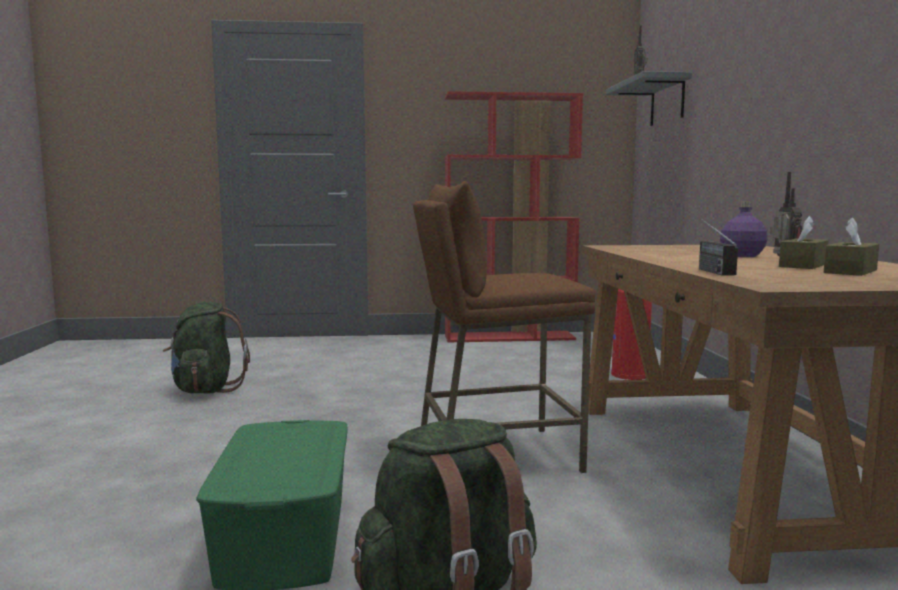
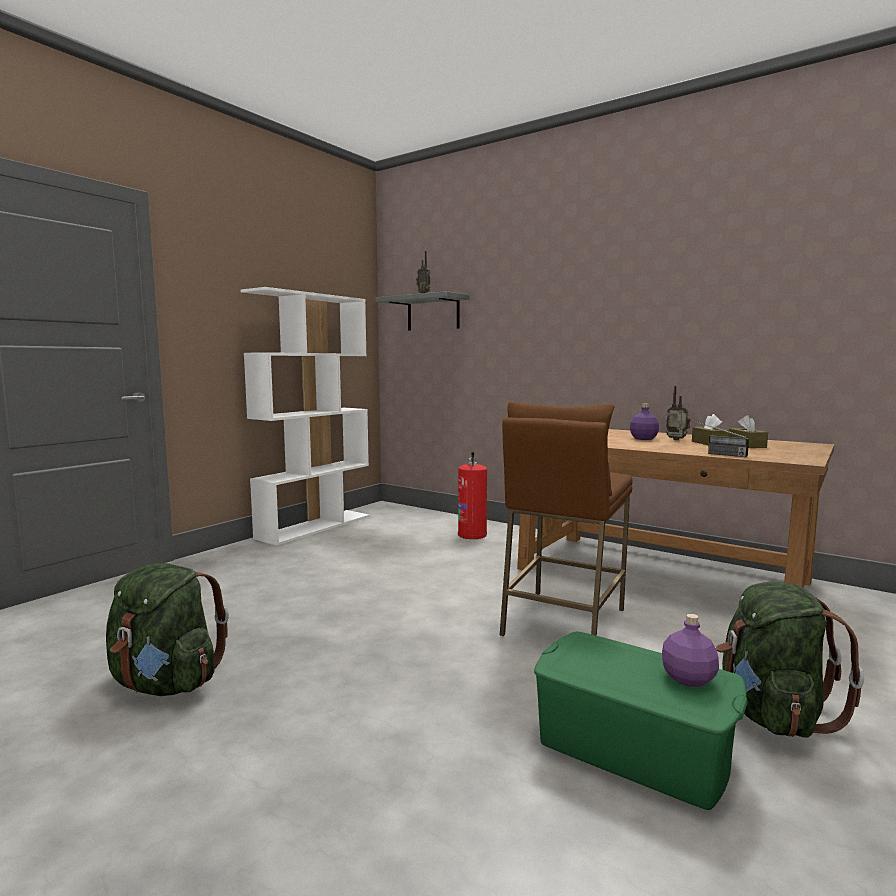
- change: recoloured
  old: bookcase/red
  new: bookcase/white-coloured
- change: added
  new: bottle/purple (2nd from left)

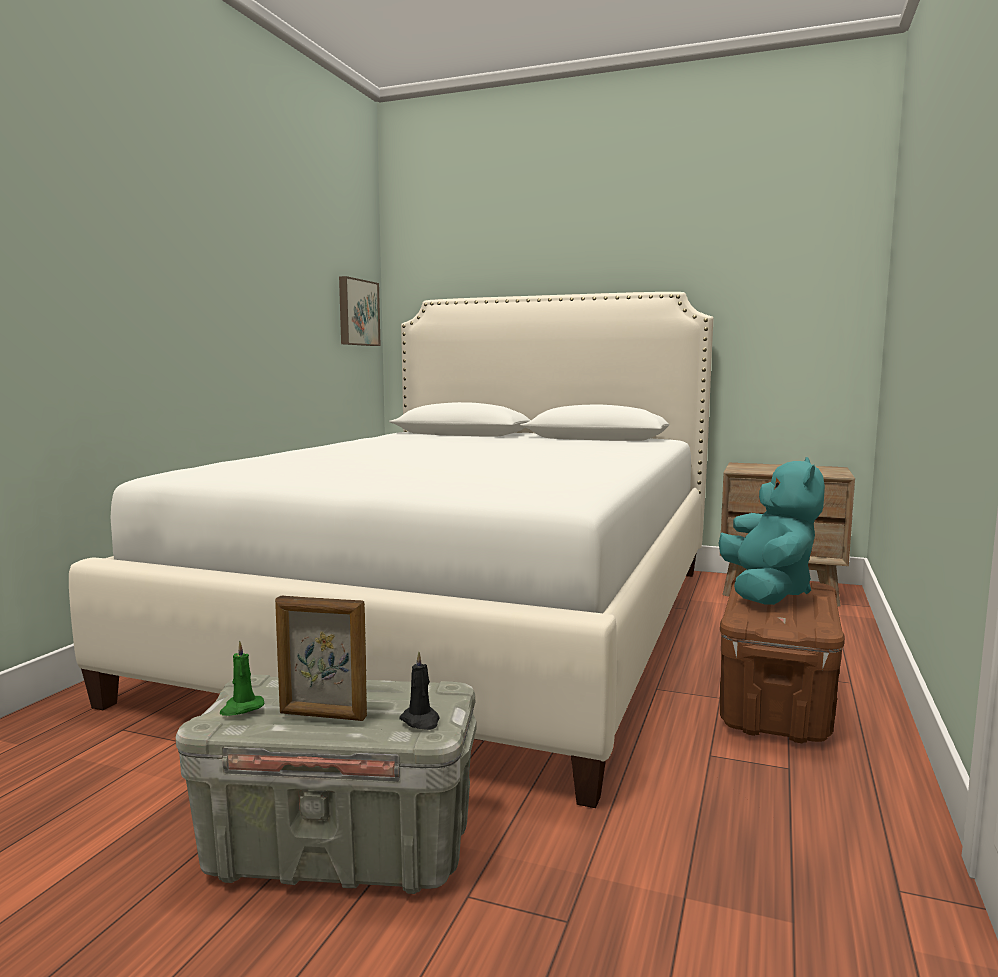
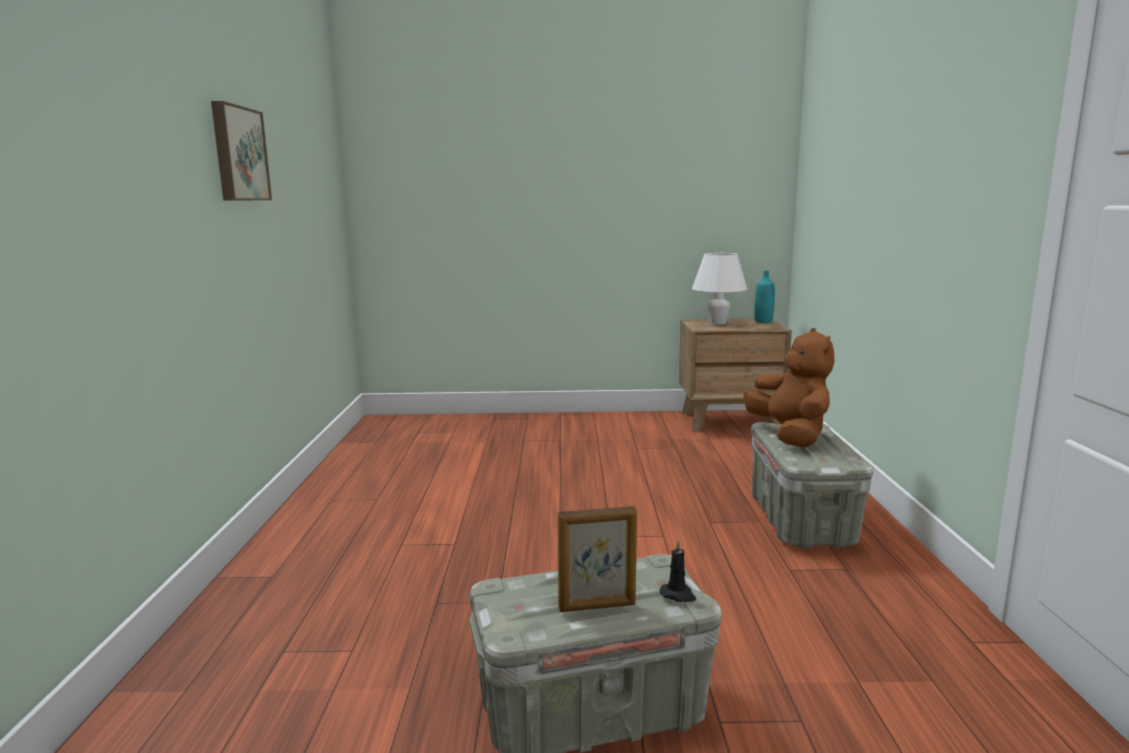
- change: removed
  old: sleeping bed/white-coloured
- change: removed
  old: candle/green
- change: moved
  old: picture
- change: recoloured
  old: plush toy/turquoise
  new: plush toy/brownish
- change: recoloured
  old: storage box/brownish
  new: storage box/greyish (2nd from left)
- change: added
  new: table lamp/white-coloured
- change: added
  new: bottle/turquoise

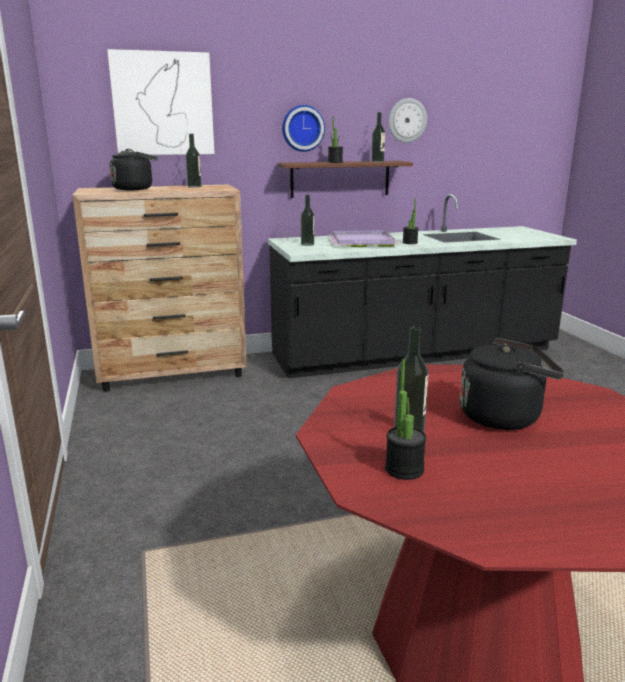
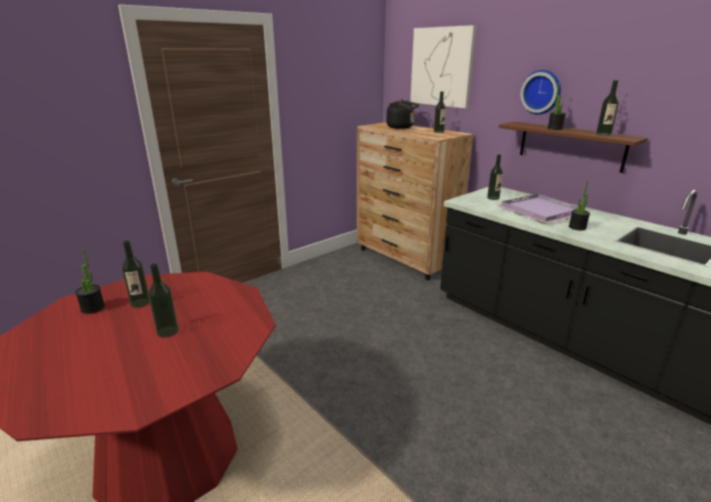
- change: removed
  old: wall clock (2nd from left)
- change: replaced
  old: kettle/blackish (2nd from left)
  new: bottle (2nd from left)

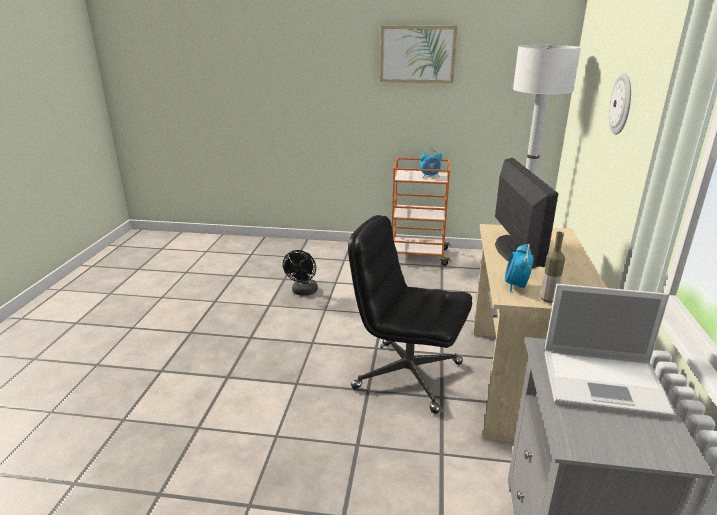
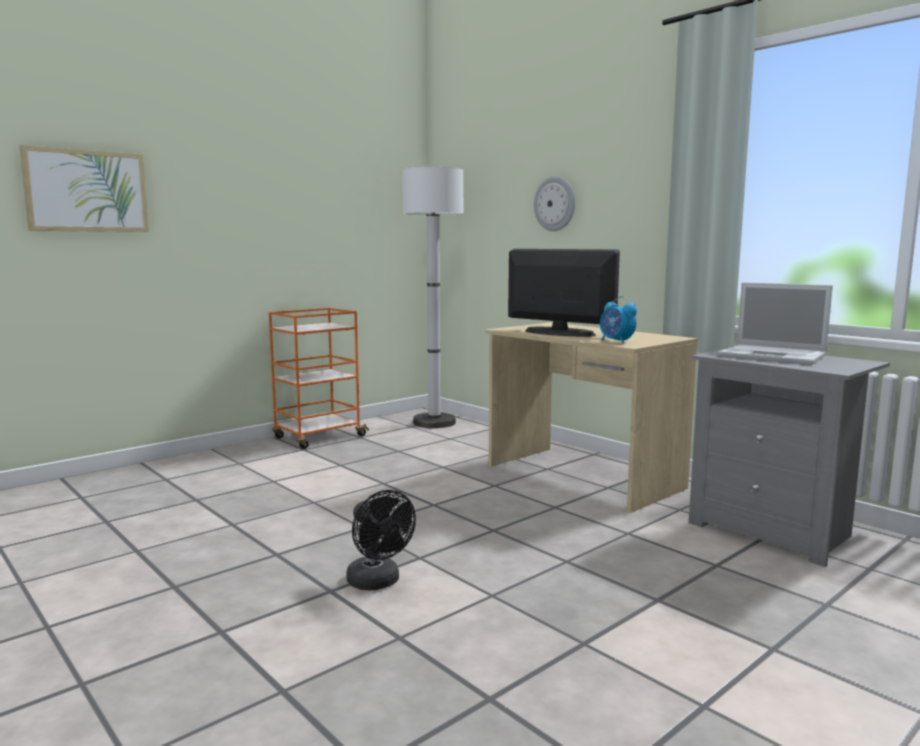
- change: moved
  old: electric fan/blackish
- change: removed
  old: office chair/blackish
- change: moved
  old: picture
- change: removed
  old: table clock (1st from left)
- change: removed
  old: bottle
- change: turned
  old: notebook computer
  degrees: 75

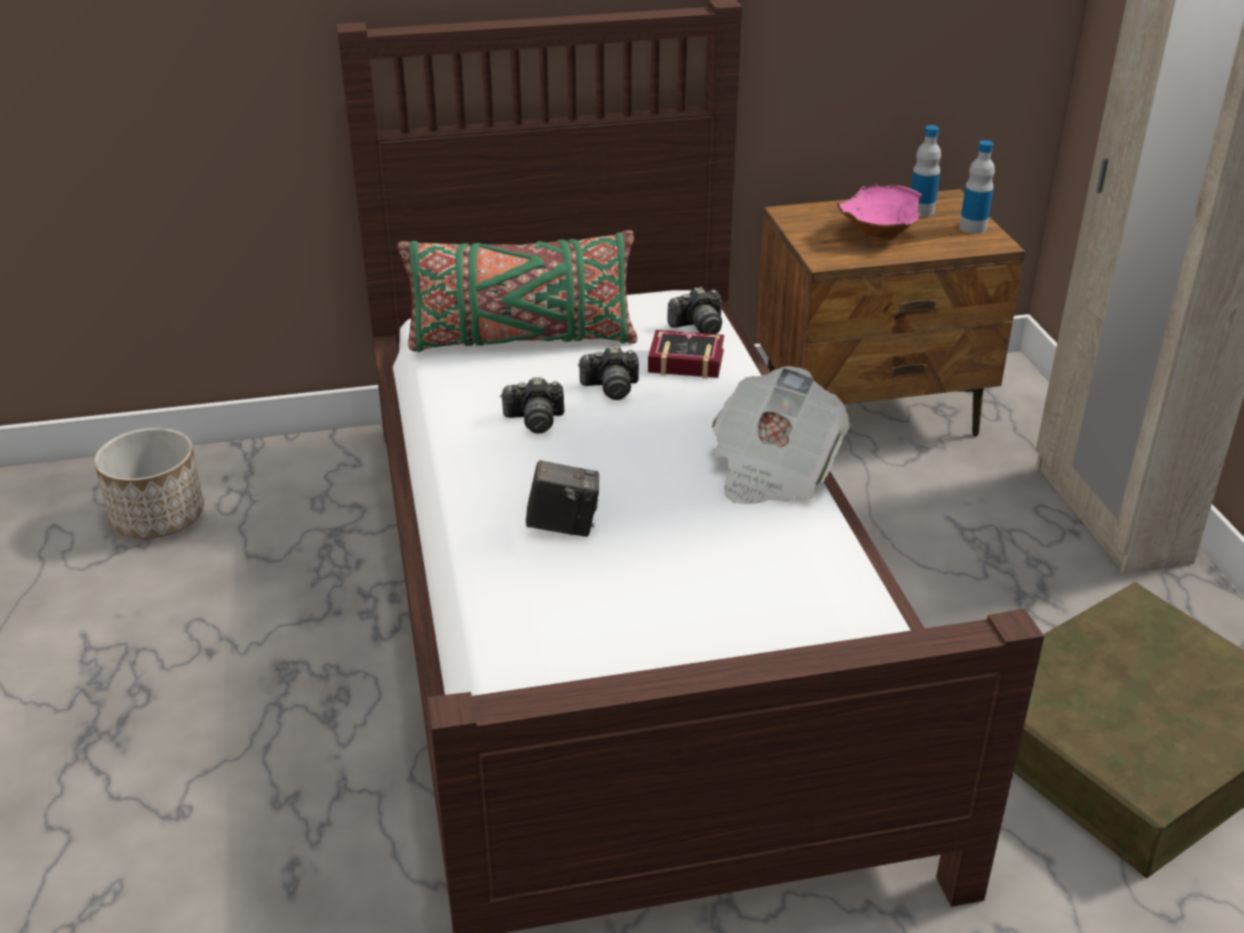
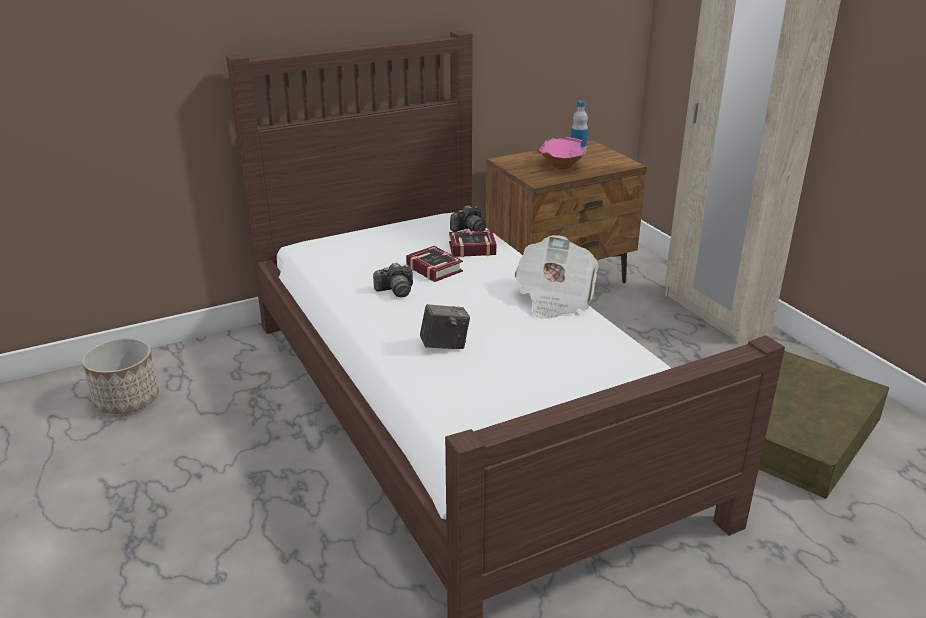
- change: removed
  old: throw pillow/green
- change: replaced
  old: photo camera (3rd from left)
  new: bound book (1st from left)
- change: removed
  old: bottle (2nd from left)

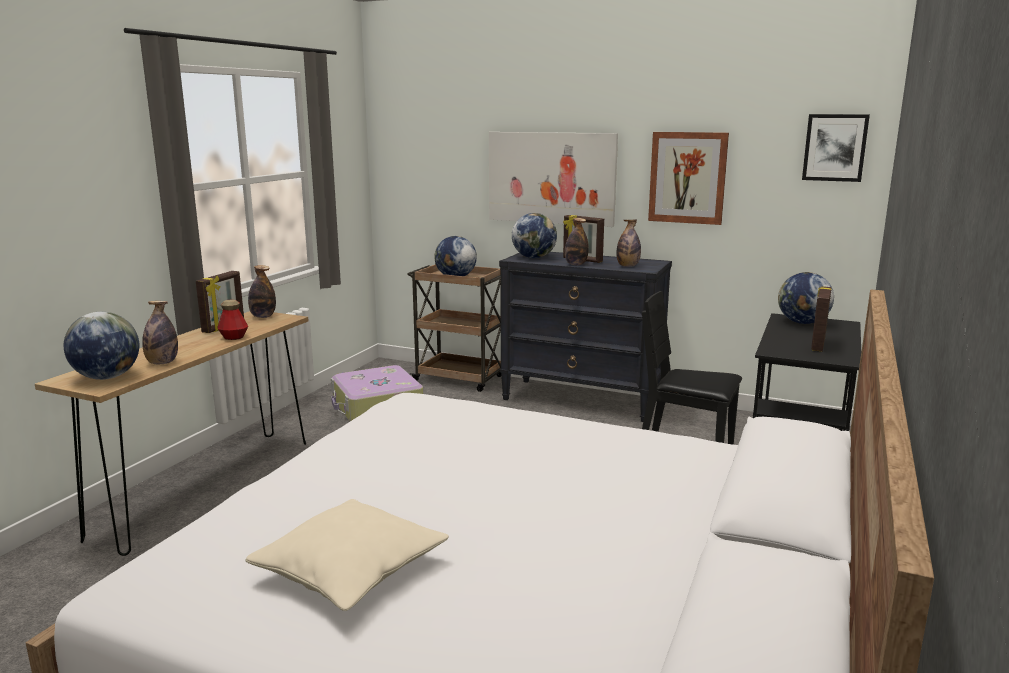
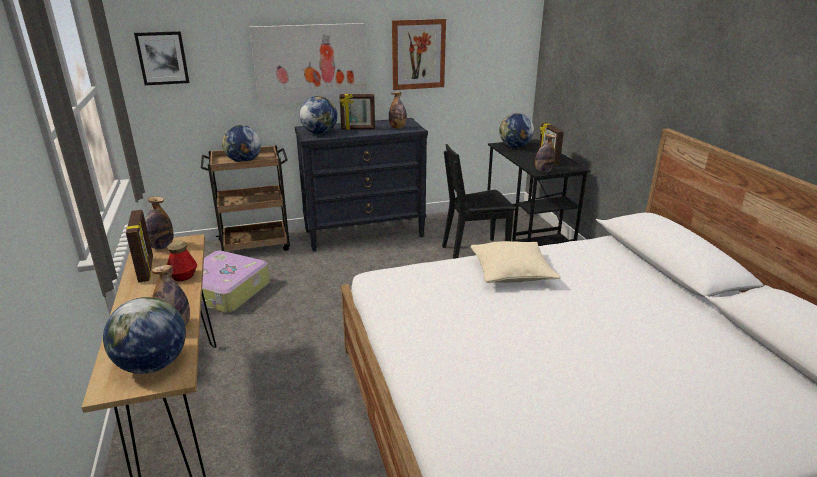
- change: moved
  old: throw pillow/beige-coloured
- change: moved
  old: bottle (4th from left in the first image)
  new: bottle (5th from left)
- change: moved
  old: picture (3rd from left in the first image)
  new: picture (1st from left)

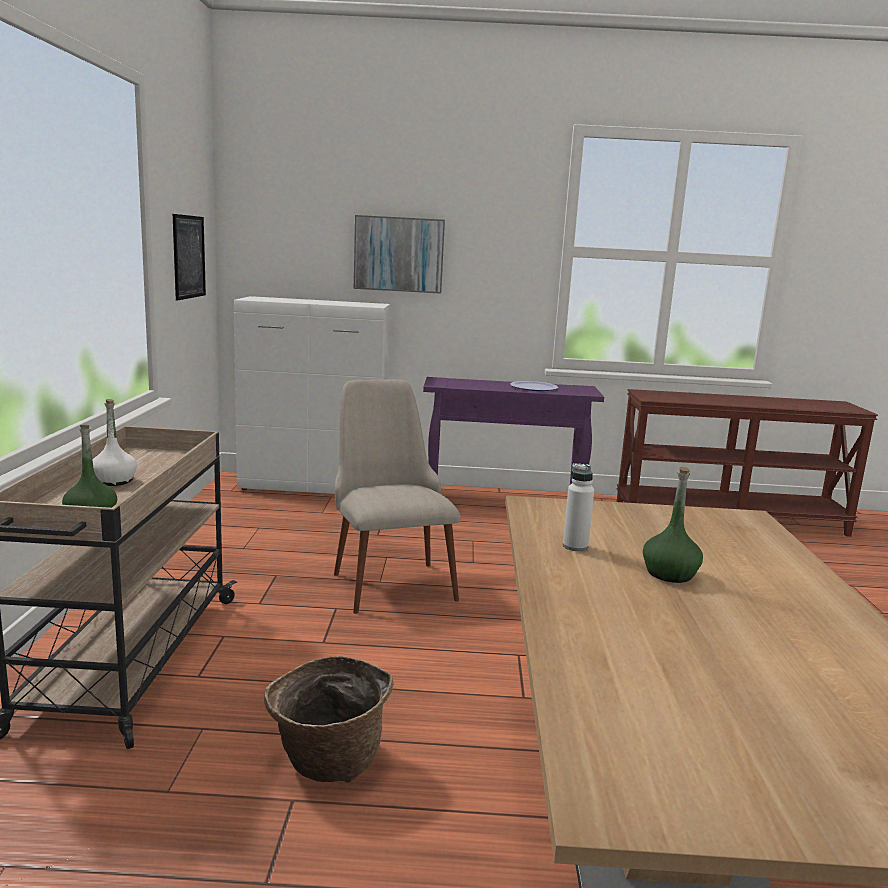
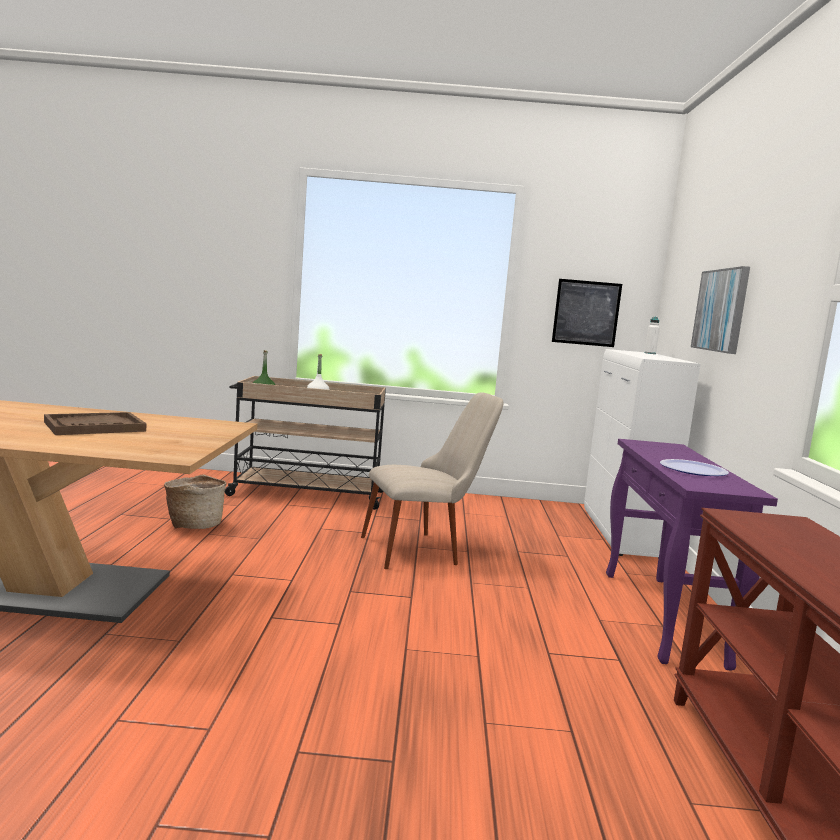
- change: moved
  old: bottle/white-coloured (2nd from left)
- change: replaced
  old: bottle/green (2nd from left)
  new: carrying tray/brownish

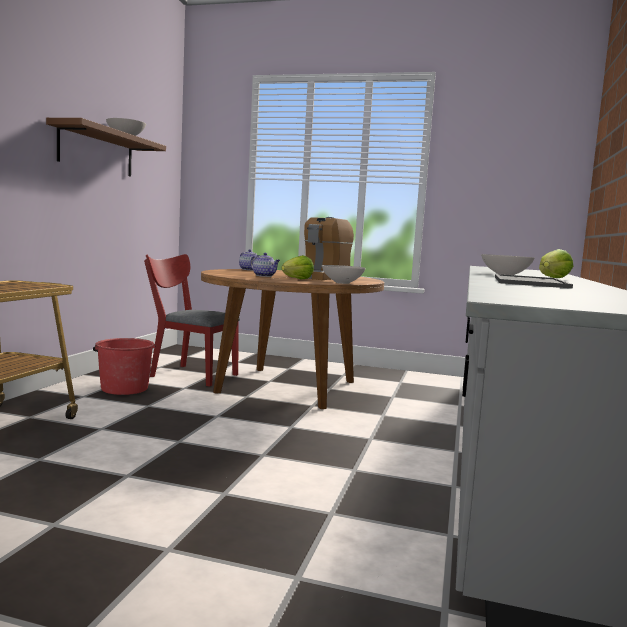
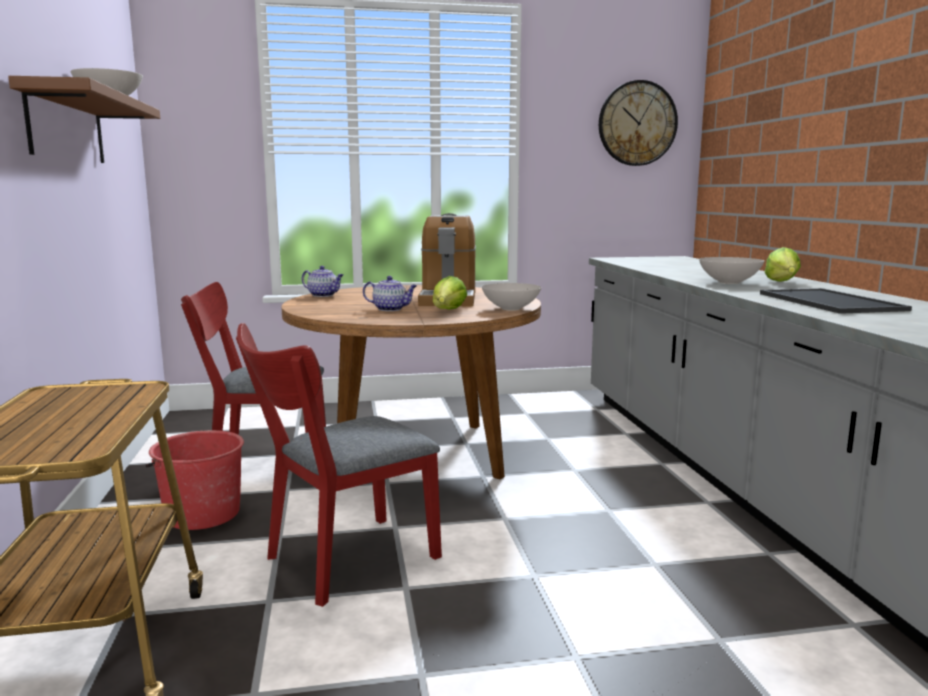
- change: added
  new: upright chair/red (2nd from left)
- change: added
  new: wall clock

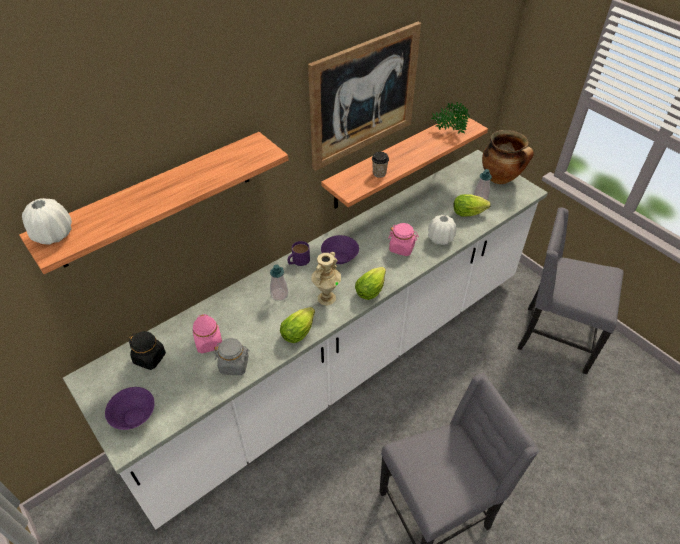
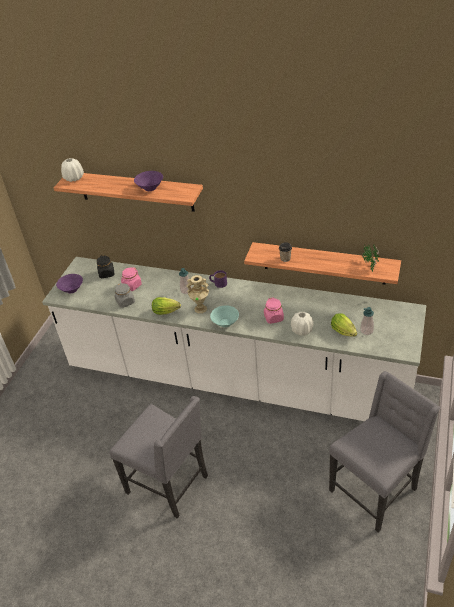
- change: removed
  old: picture
- change: moved
  old: deep dish/purple (2nd from left)
- change: replaced
  old: lettuce (2nd from left)
  new: deep dish/turquoise
- change: removed
  old: stockpot
- change: turned
  old: upright chair/greyish (2nd from left)
  degrees: 60

